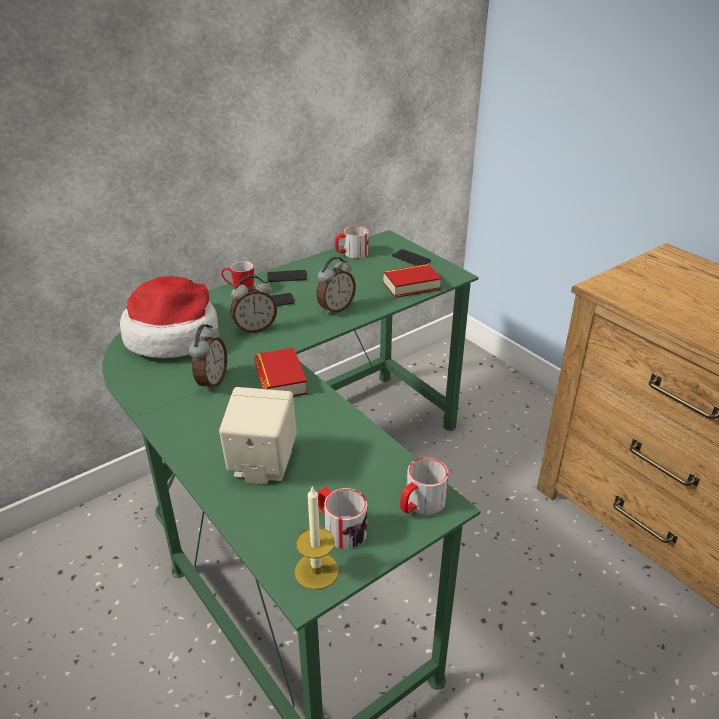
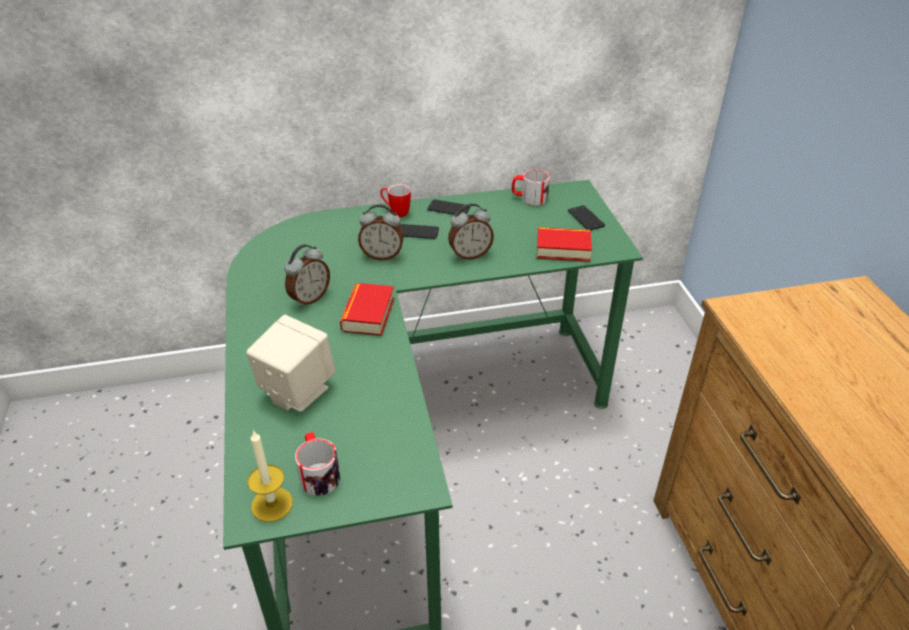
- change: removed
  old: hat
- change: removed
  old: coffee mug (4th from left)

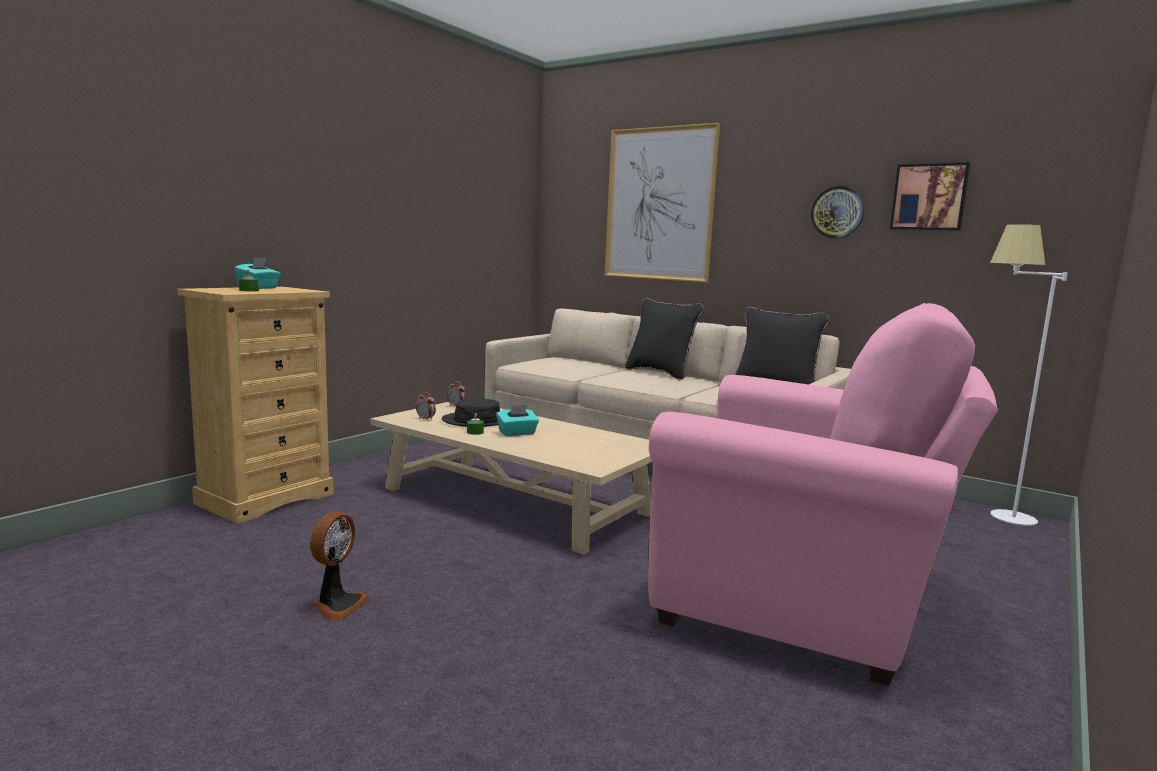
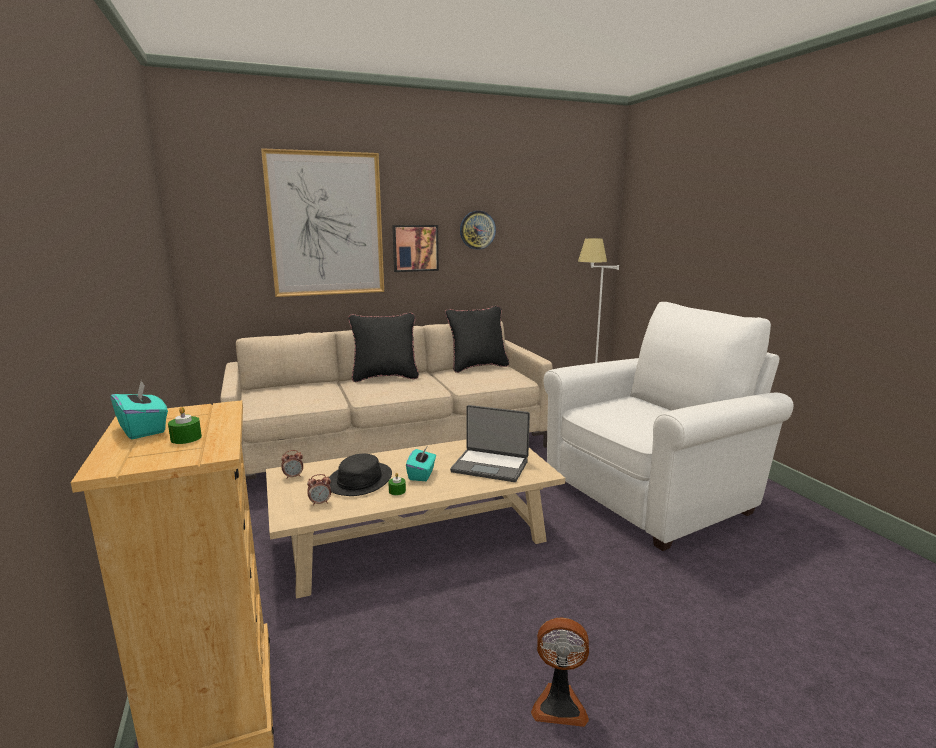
- change: turned
  old: electric fan
  degrees: 135
- change: recoloured
  old: lounge chair/pink
  new: lounge chair/white-coloured
- change: moved
  old: picture (2nd from left)
- change: added
  new: notebook computer

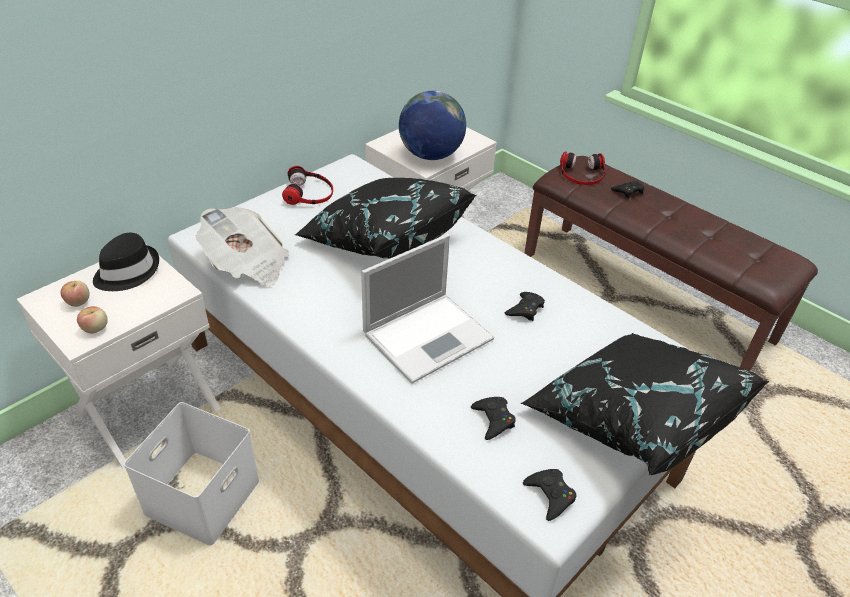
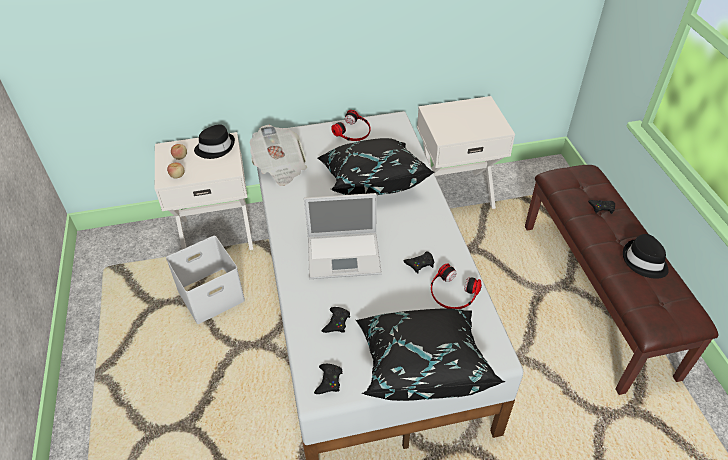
- change: removed
  old: globe
- change: moved
  old: pair of headphones (2nd from left)
- change: added
  new: hat/blackish (2nd from left)

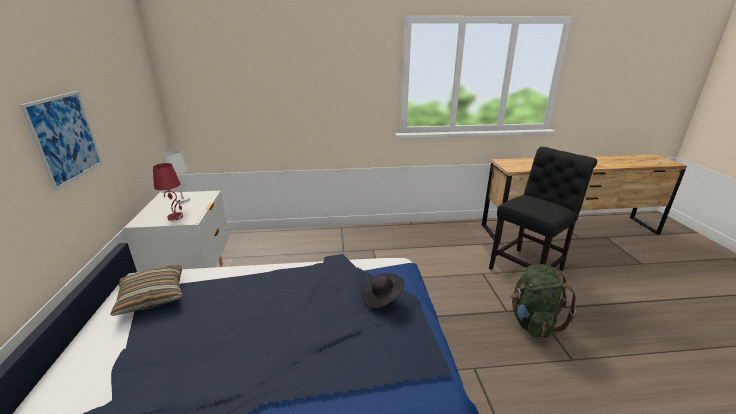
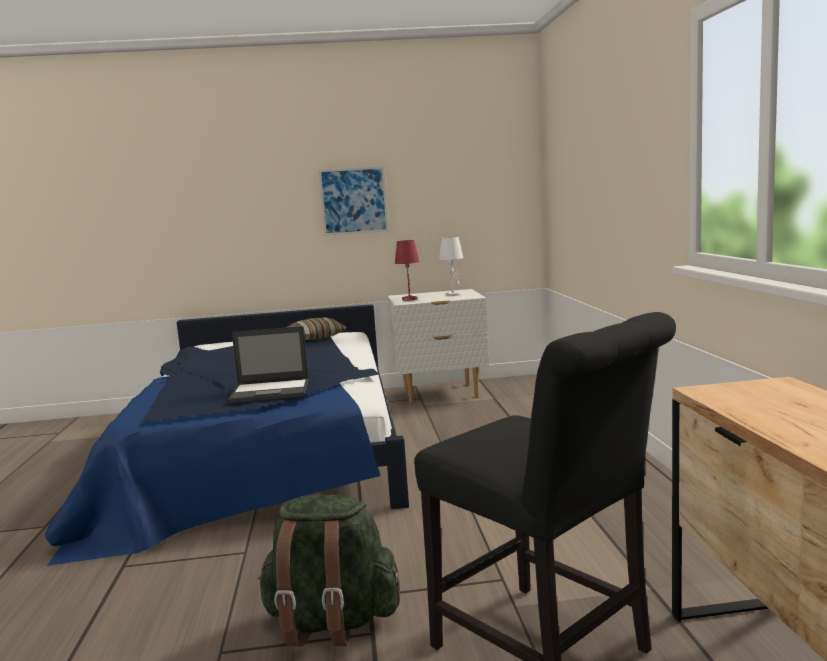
- change: replaced
  old: hat/blackish
  new: notebook computer

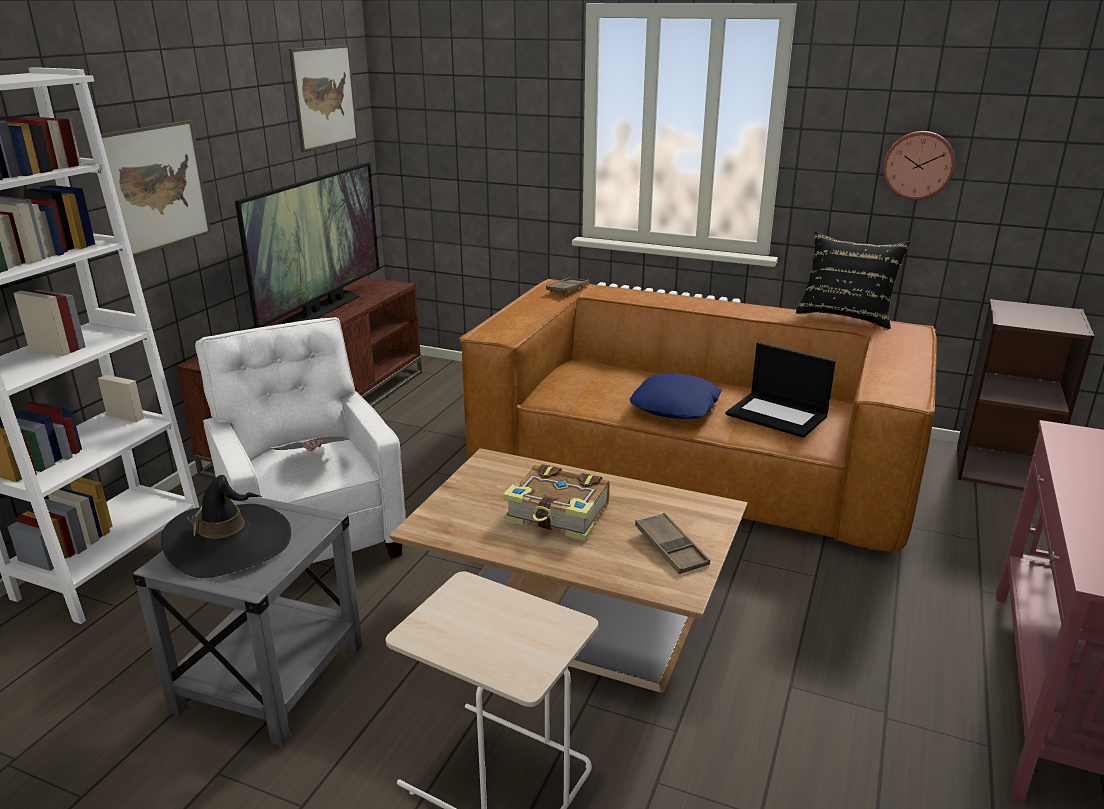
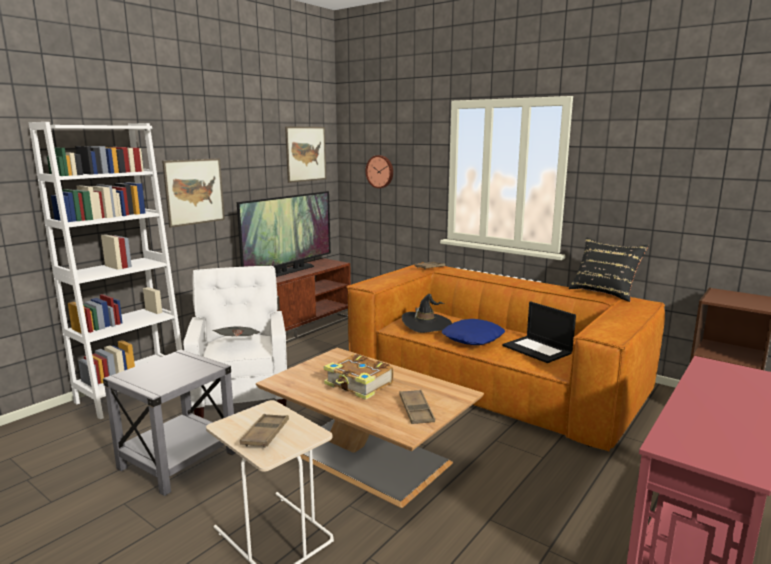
- change: moved
  old: hat/blackish
- change: moved
  old: wall clock
- change: added
  new: carrying tray/brownish (1st from left)

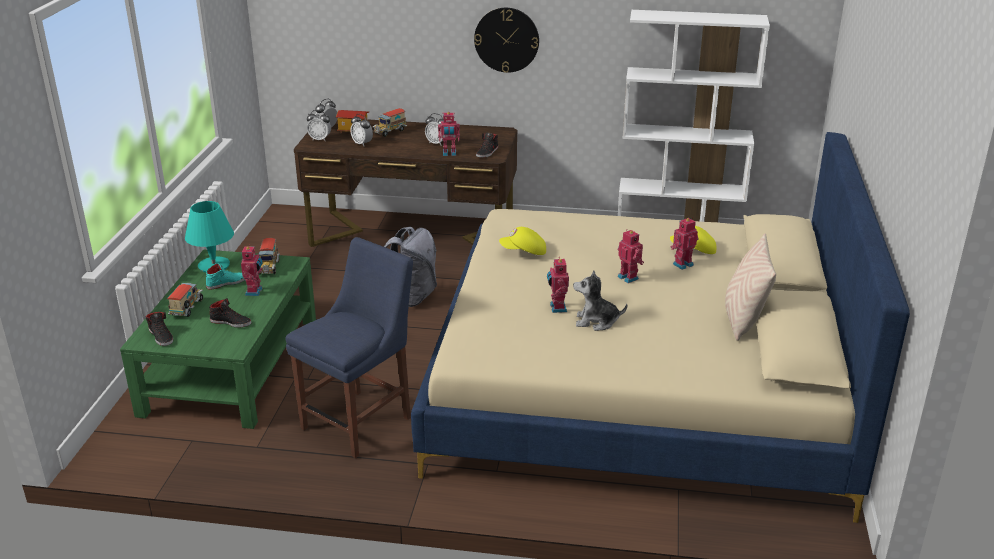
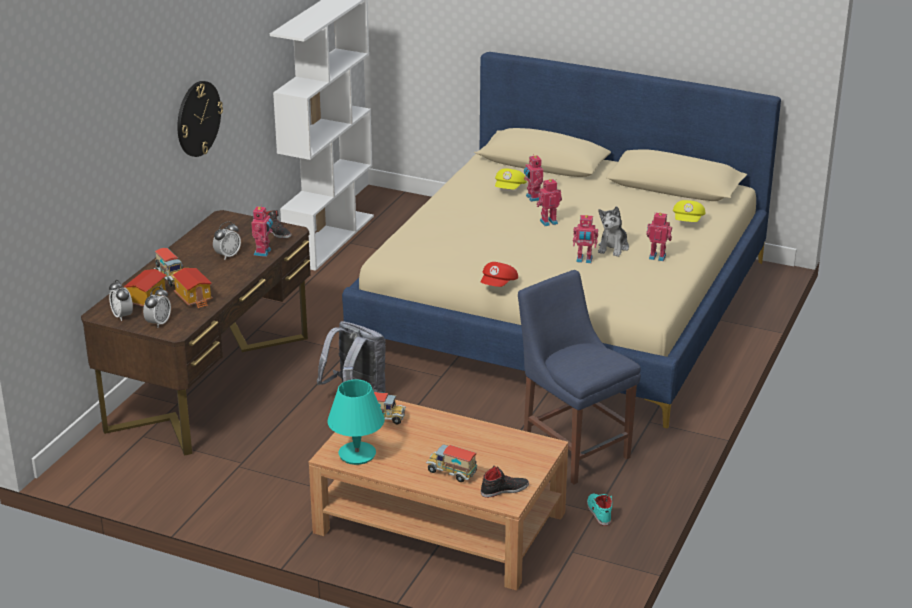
- change: recoloured
  old: low table/green
  new: low table/brownish
- change: moved
  old: low shoe/turquoise
- change: removed
  old: low shoe/blackish (2nd from left)
- change: moved
  old: model robot (1st from left in the first image)
  new: model robot (5th from left)
- change: replaced
  old: table clock (3rd from left)
  new: model house (2nd from left)
- change: moved
  old: peaked cap/yellowish (1st from left in the first image)
  new: peaked cap/yellowish (2nd from left)
- change: removed
  old: throw pillow/beige-coloured
- change: added
  new: peaked cap/red

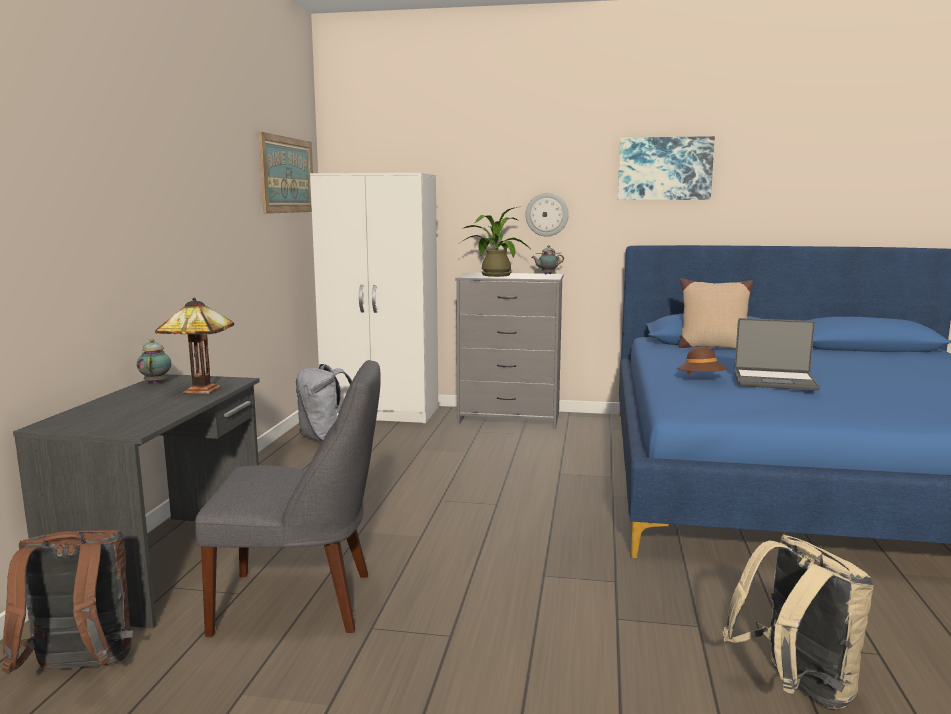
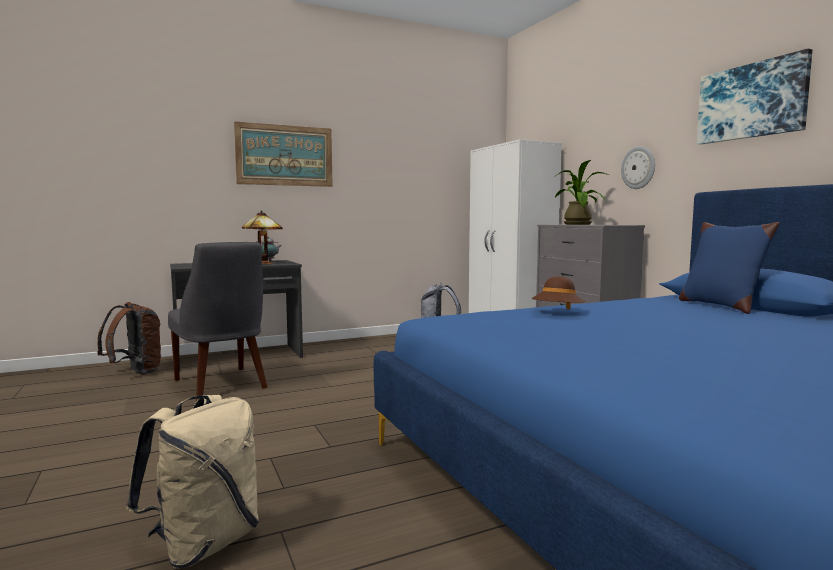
- change: moved
  old: picture (1st from left)
- change: removed
  old: teapot (2nd from left)
- change: recoloured
  old: throw pillow/beige-coloured
  new: throw pillow/blue-coloured
- change: removed
  old: notebook computer

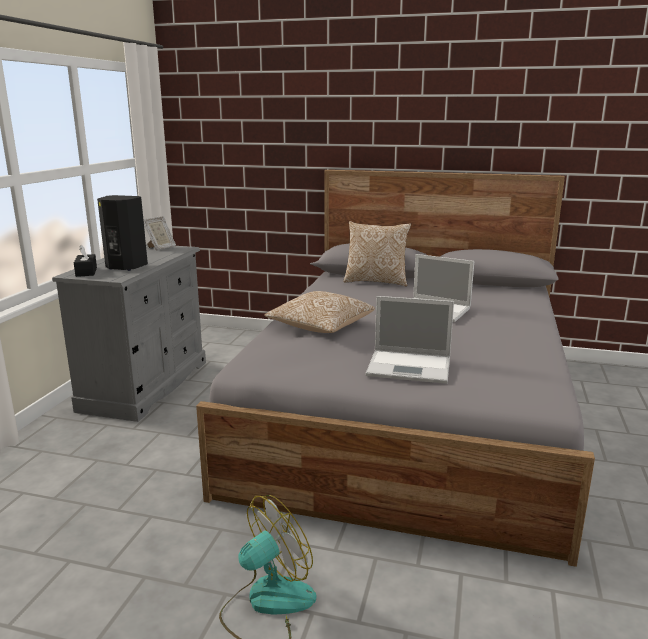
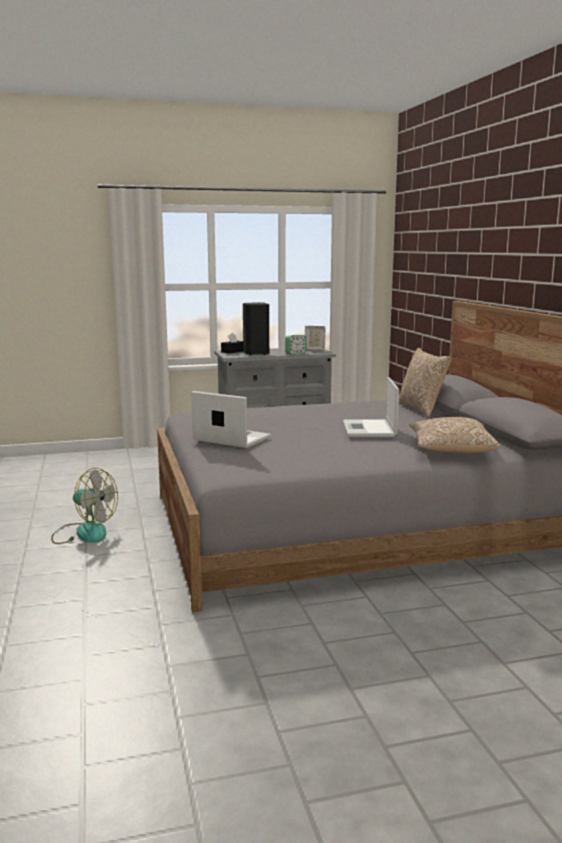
- change: moved
  old: throw pillow (1st from left in the first image)
  new: throw pillow (2nd from left)
- change: turned
  old: notebook computer (1st from left)
  degrees: 135
- change: added
  new: table clock

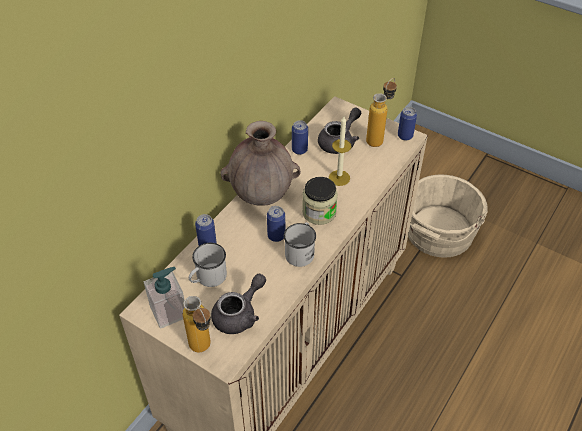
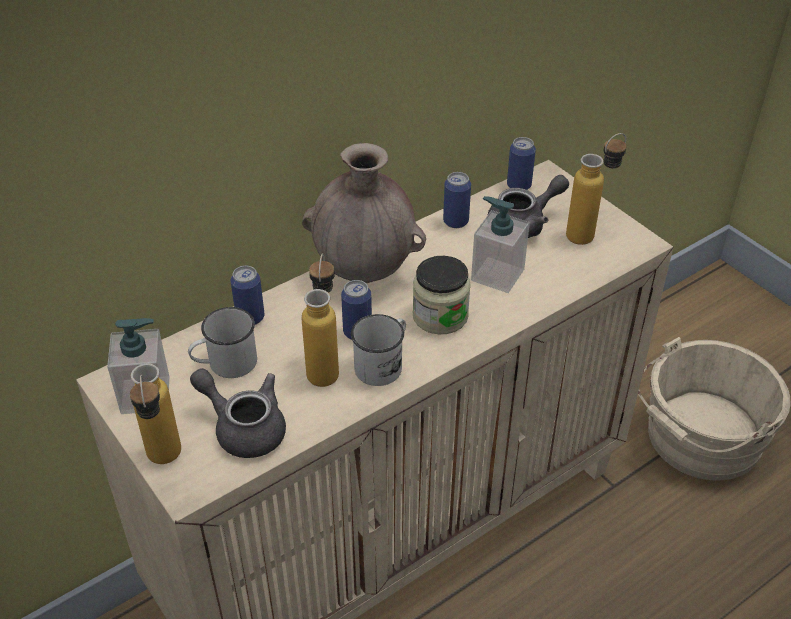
- change: turned
  old: teapot/greyish (1st from left)
  degrees: -120
- change: replaced
  old: candle
  new: soap dispenser (2nd from left)
- change: moved
  old: metal can (4th from left)
- change: added
  new: bottle (2nd from left)

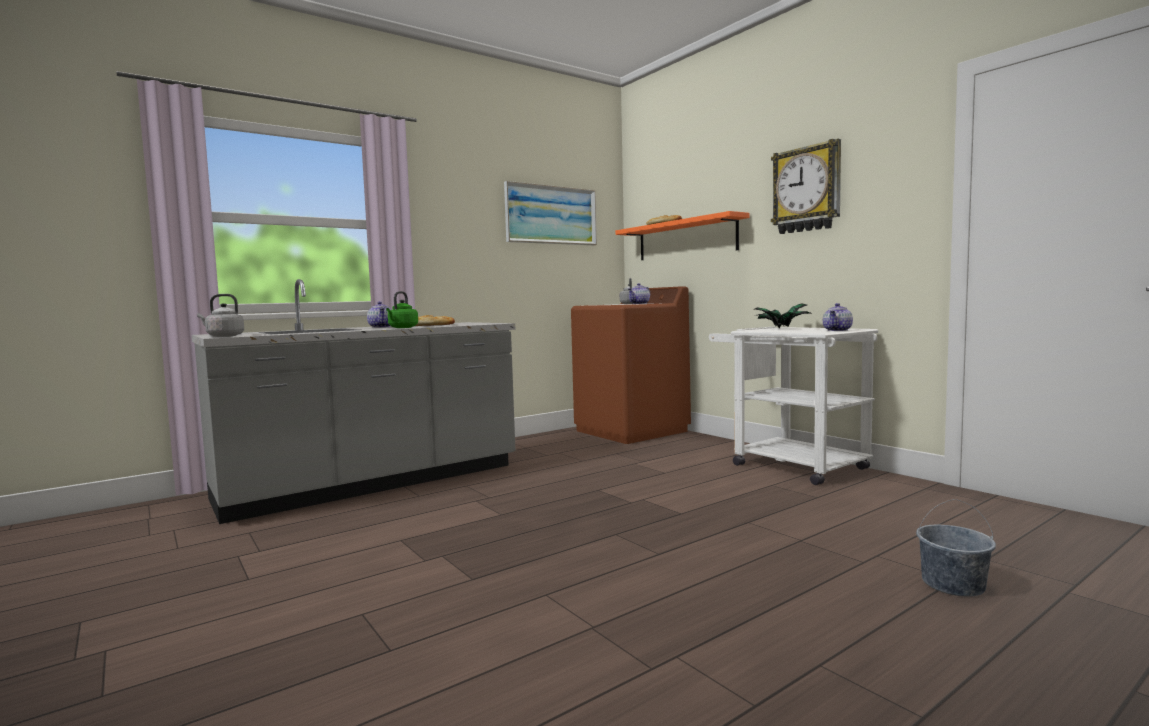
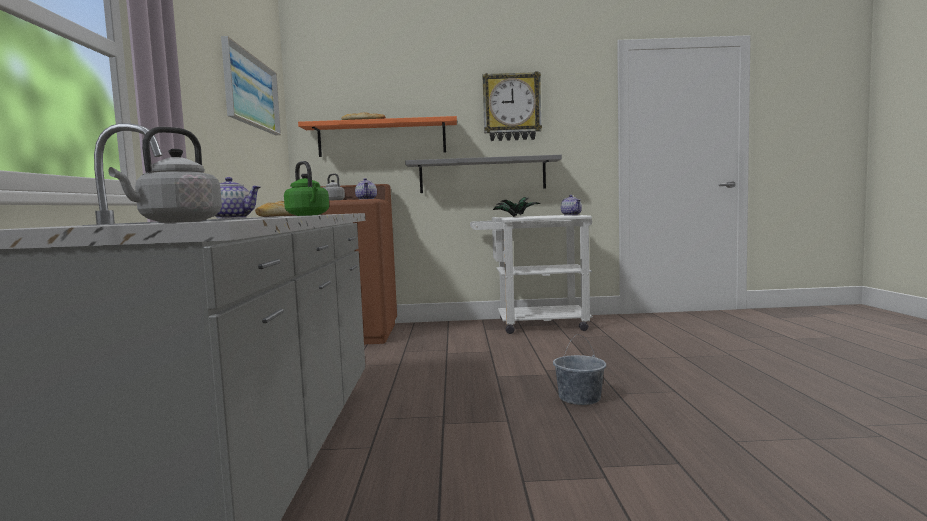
- change: moved
  old: pail/greyish
- change: added
  new: shelf/greyish

